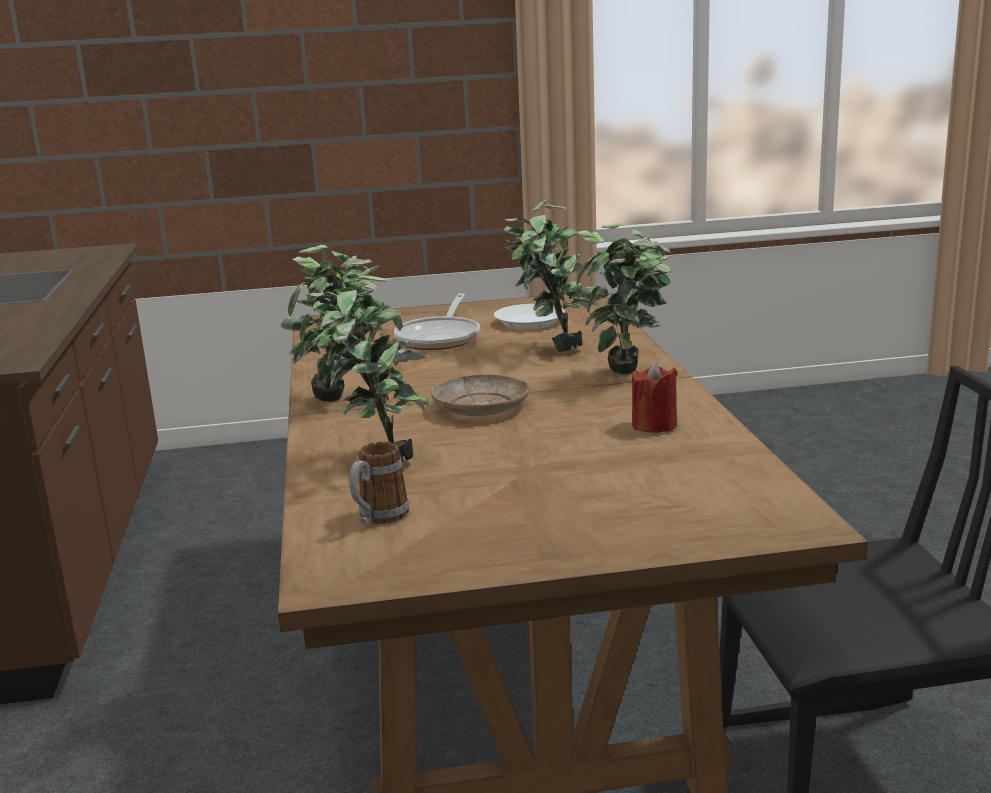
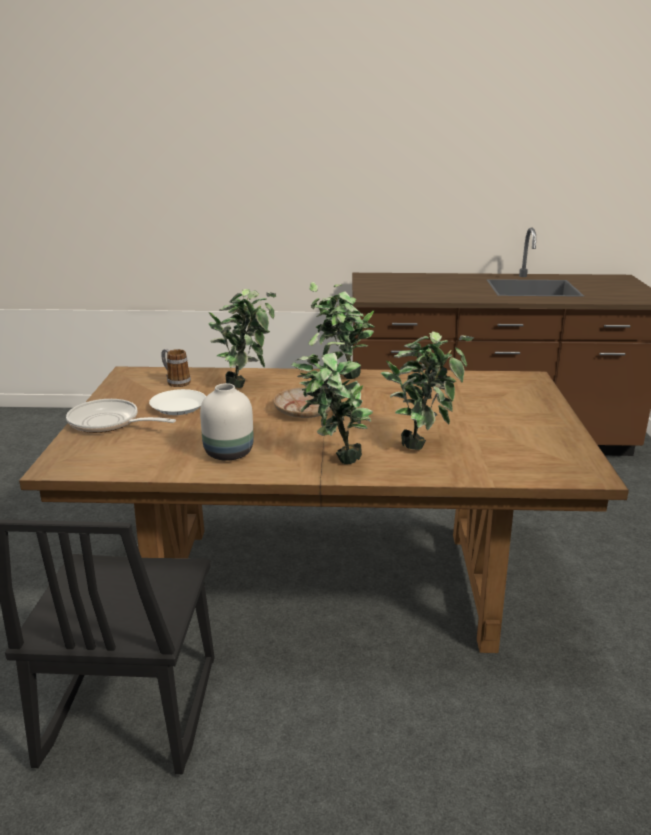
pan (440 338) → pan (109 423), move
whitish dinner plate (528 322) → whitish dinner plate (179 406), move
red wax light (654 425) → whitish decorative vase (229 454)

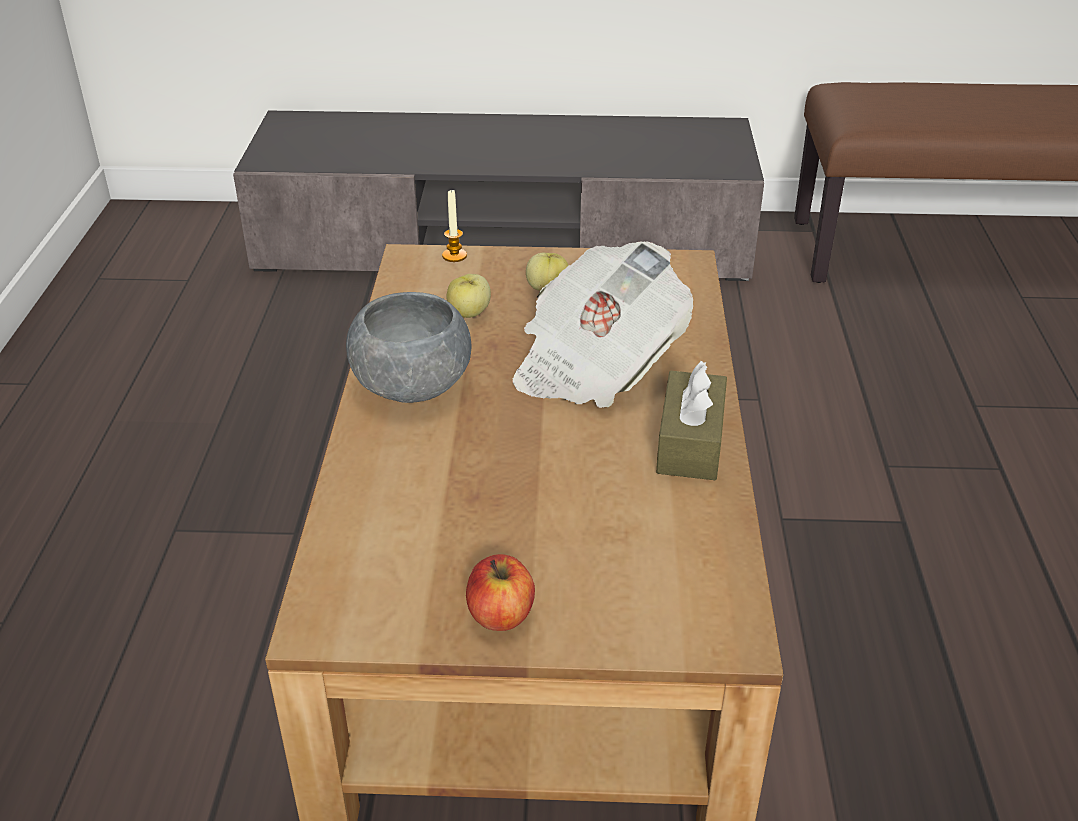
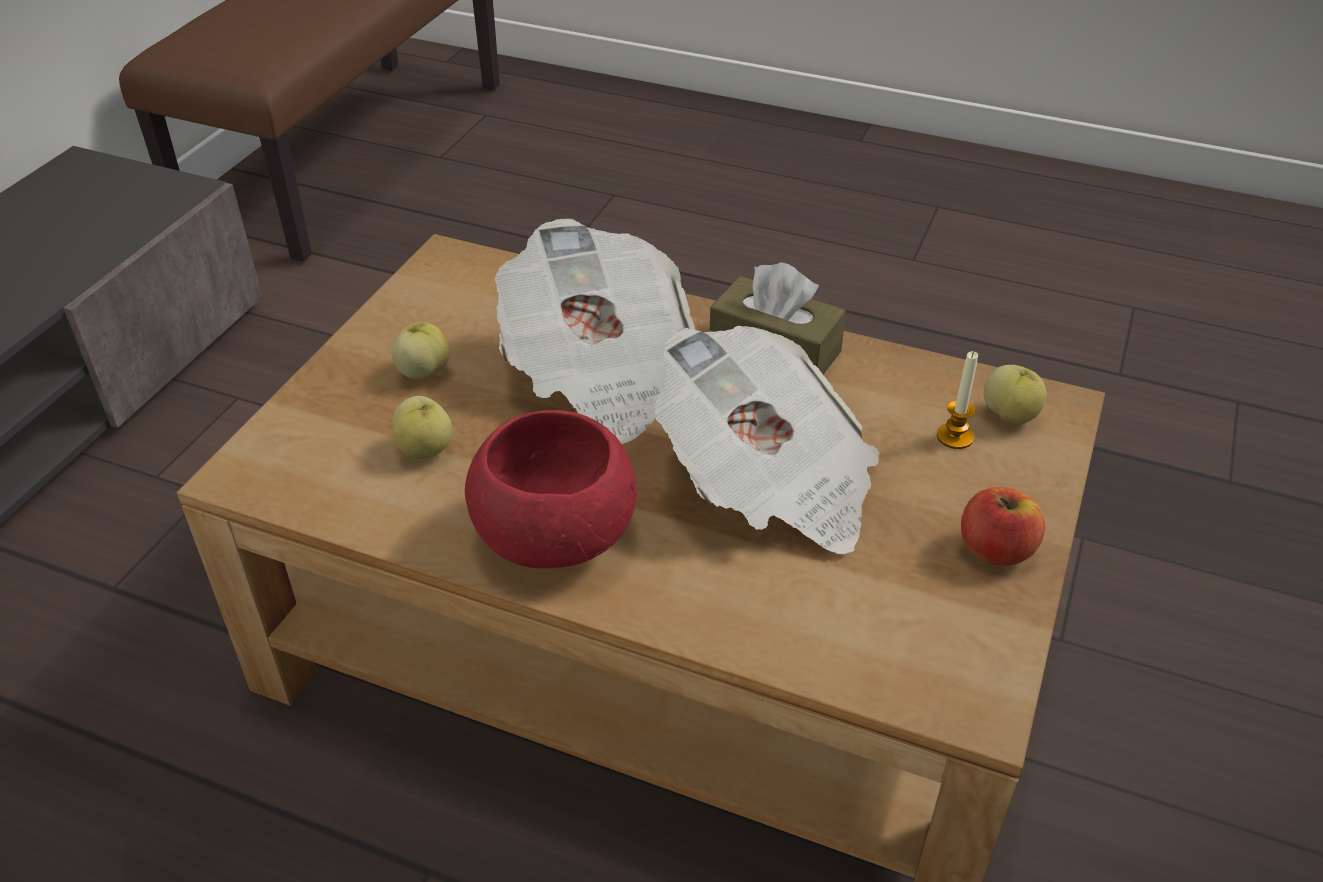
- → printed paper (769 483)
- → apple (1010 415)
wax light (454 256) → wax light (955 437), move
grey serving bowl (413 386) → red serving bowl (555 534)

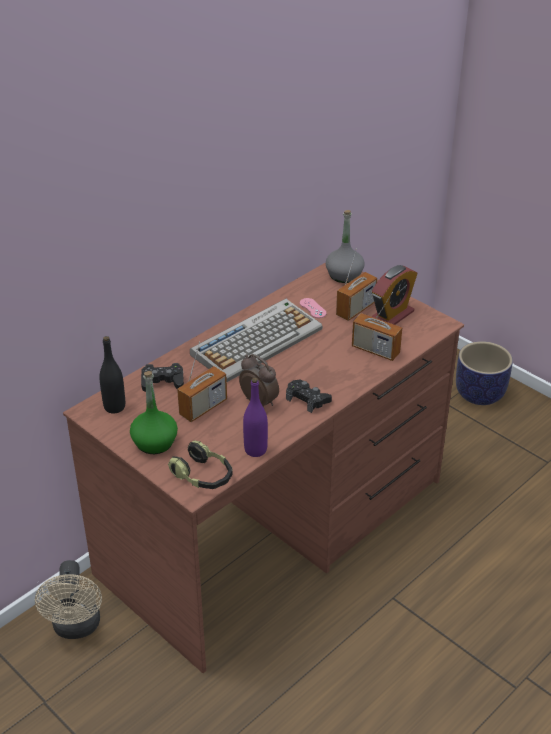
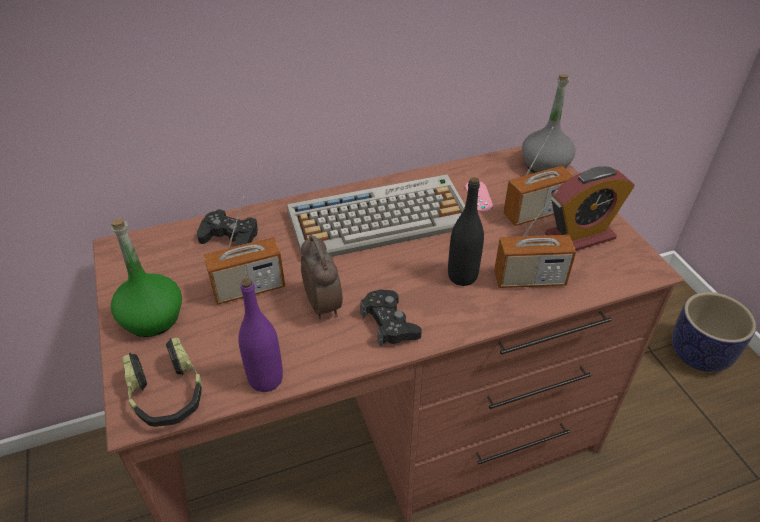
beige electric fan (76 628) → -
black-coloured beverage bottle (114 407) → black-coloured beverage bottle (462 276), move
radio receiver (375 350) → radio receiver (529 279), 60 degrees counterclockwise

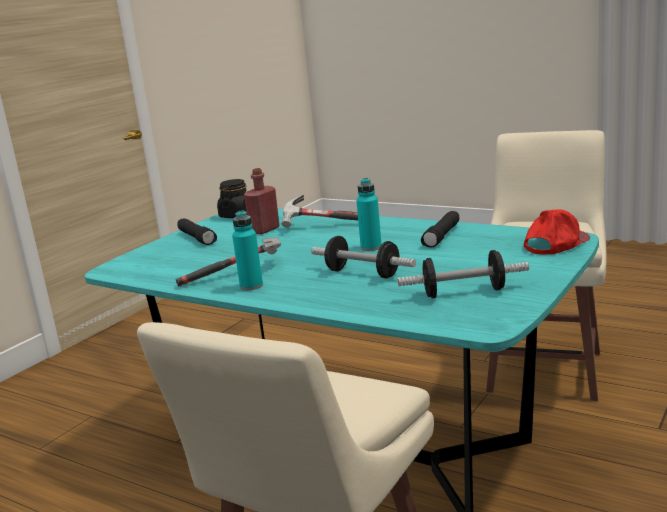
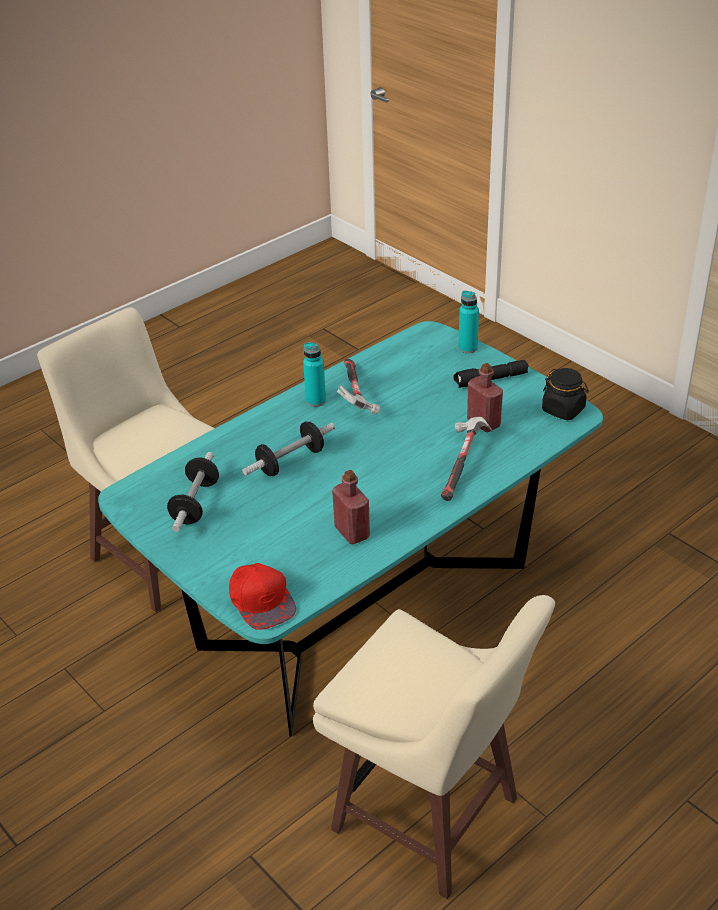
blue-green beverage bottle (371 247) → blue-green beverage bottle (467 348), move
black-coloured flashlight (442 236) → red beverage bottle (352 532)

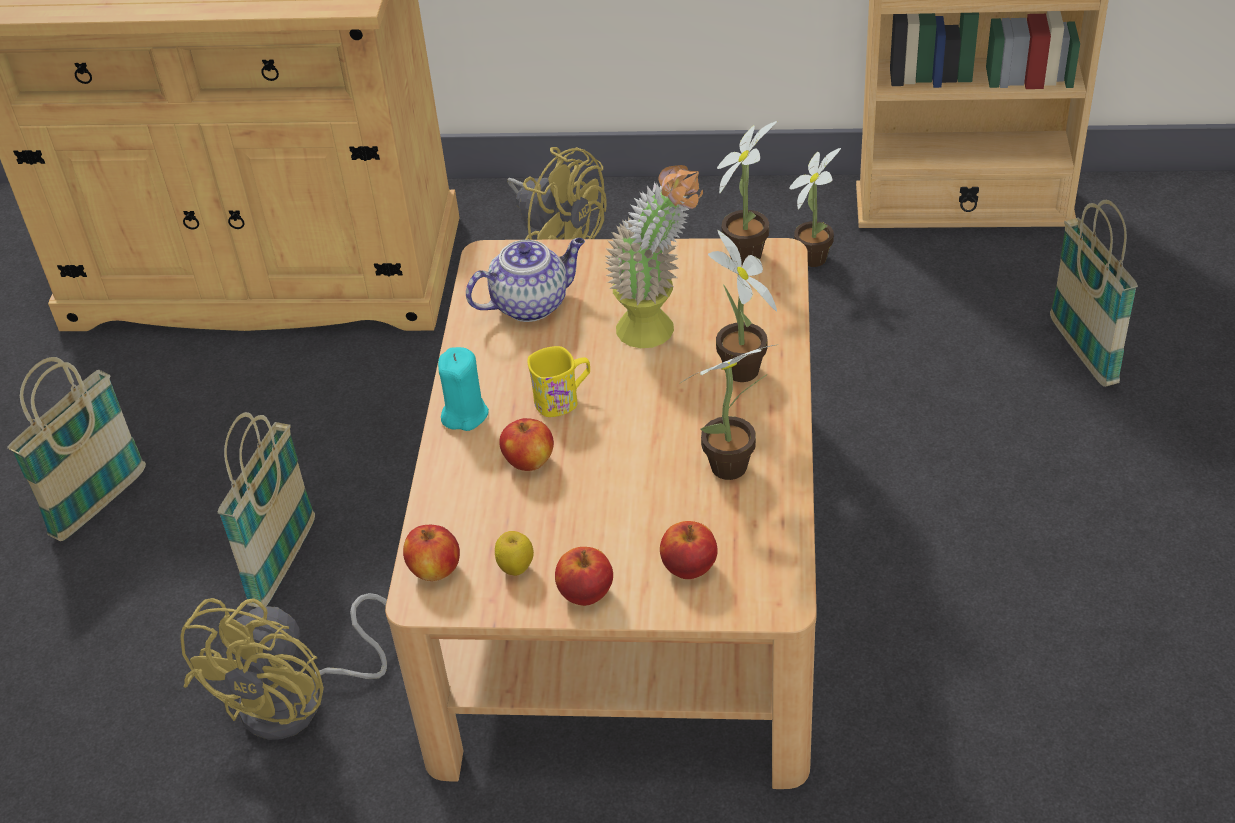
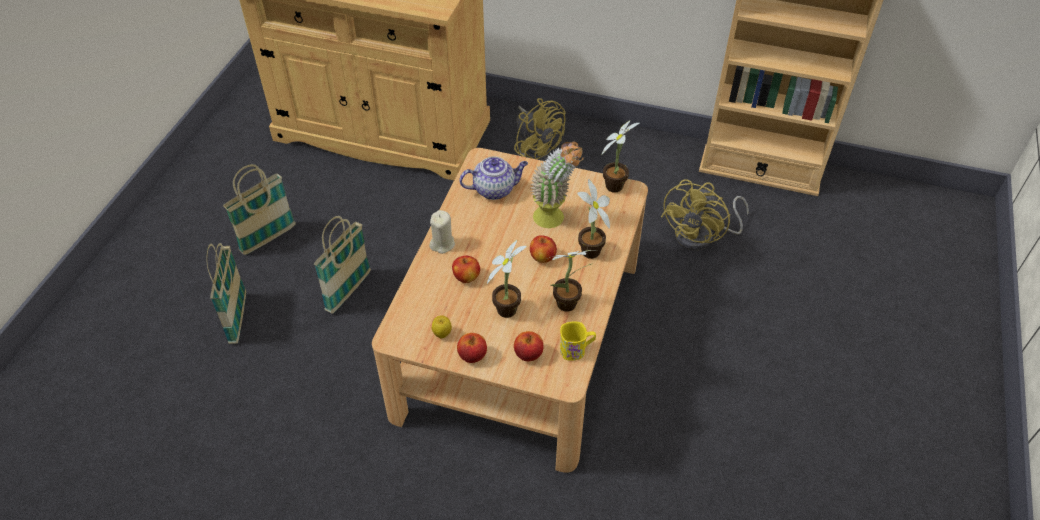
yellowish electric fan (300 701) → yellowish electric fan (702 236), move
apple (435 570) → apple (542 257), move
yellowish tea mug (563 399) → yellowish tea mug (577 350), move
houseplant (814 255) → houseplant (508 307), move
household basket (1082 352) → household basket (238 318), move
blue-green wax light (464 414) → beige wax light (442 244)

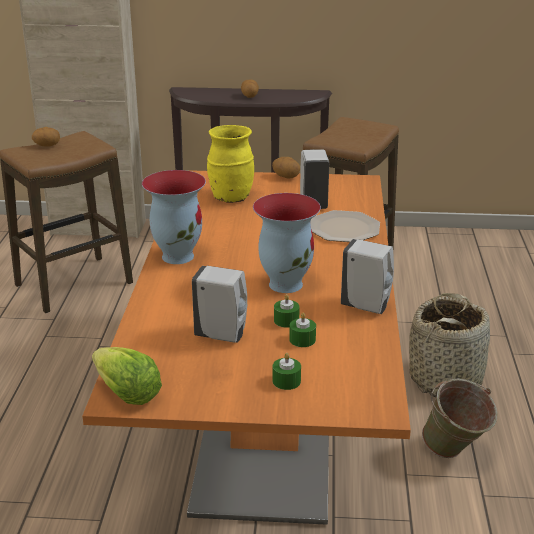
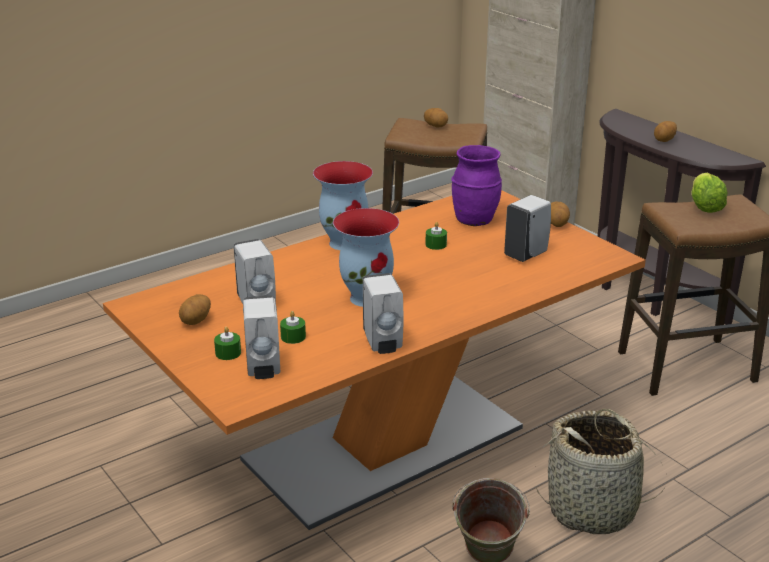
dinner plate (344 228) → -
- → spud (196 321)
- → whitish liquid soap bottle (263 368)
lettuce (127 394) → lettuce (705 207), move
greenish wax light (286 320) → greenish wax light (436 244), move
yellowish decorative vase (230 198) → purple decorative vase (474 220)

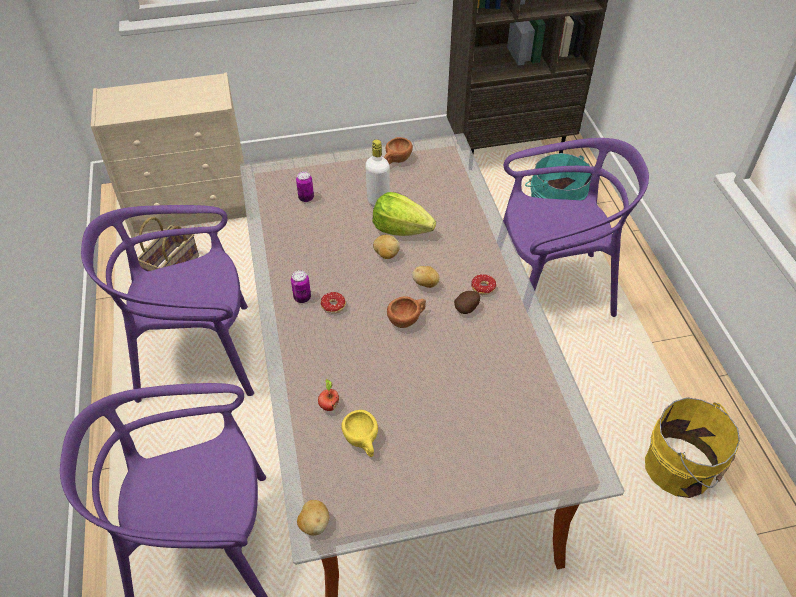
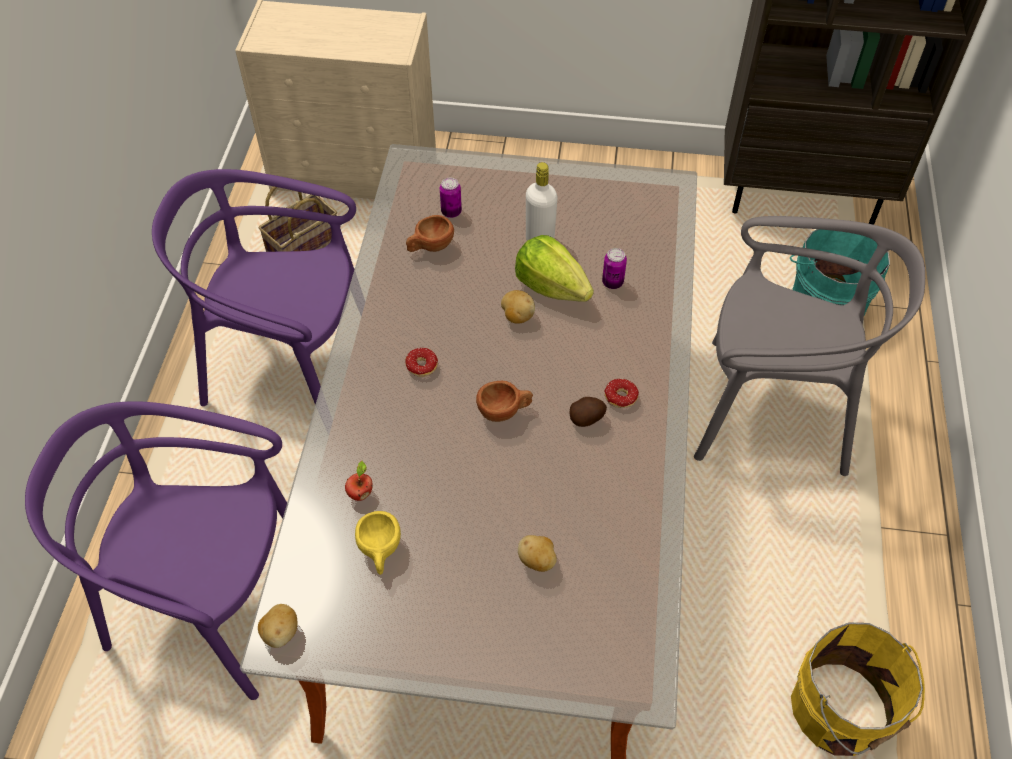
sealed can (302 298) → sealed can (612 282), move
brown-coloured cup (396 161) → brown-coloured cup (430 247), move
spud (425 284) → spud (537 560), move
purple plain chair (551 289) → grey plain chair (772 411)

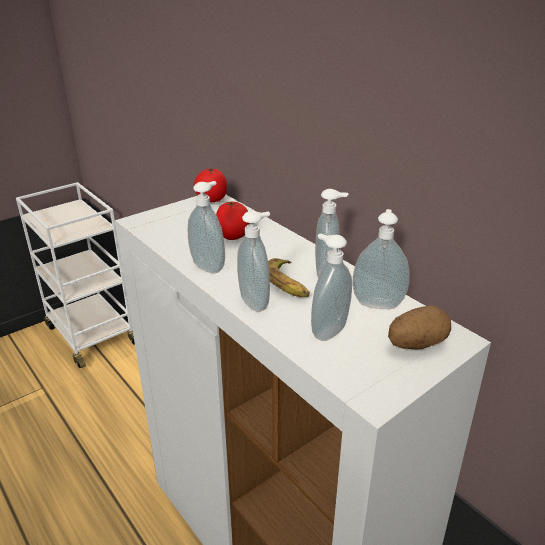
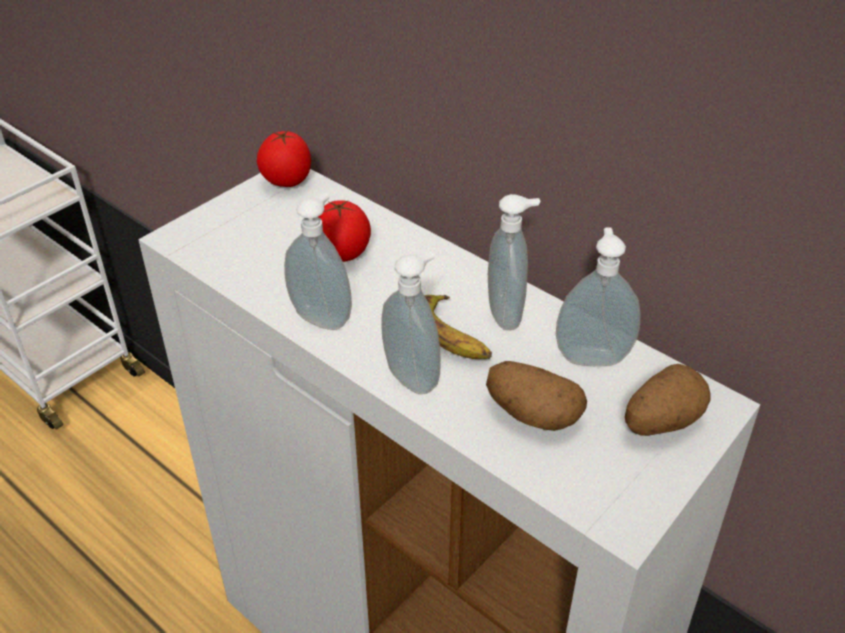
liquid soap bottle (327 330) → spud (531 414)

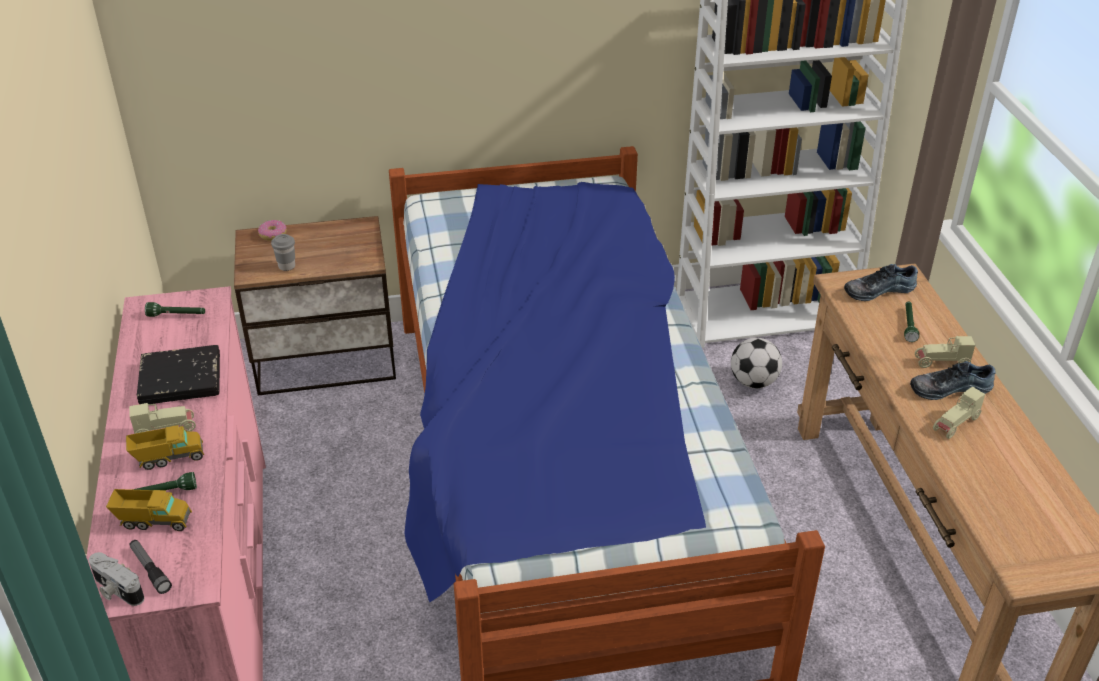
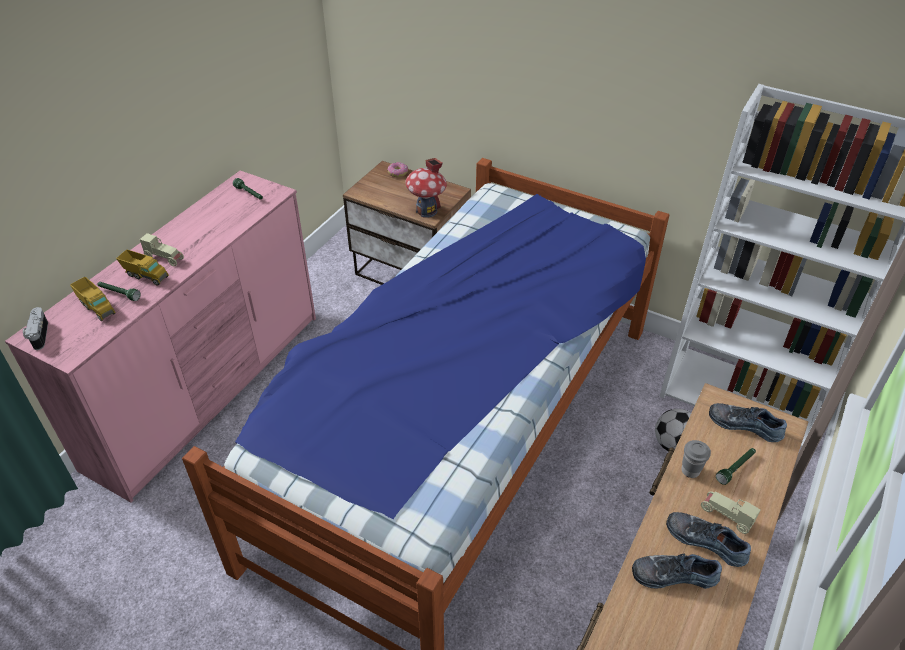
flashlight (150 570) → -
black-coloured book (180 380) → -
- → miniature house (426 211)
grey cup (287 266) → grey cup (690 471), move
beige toy car (956 424) → low shoe (674 574)

